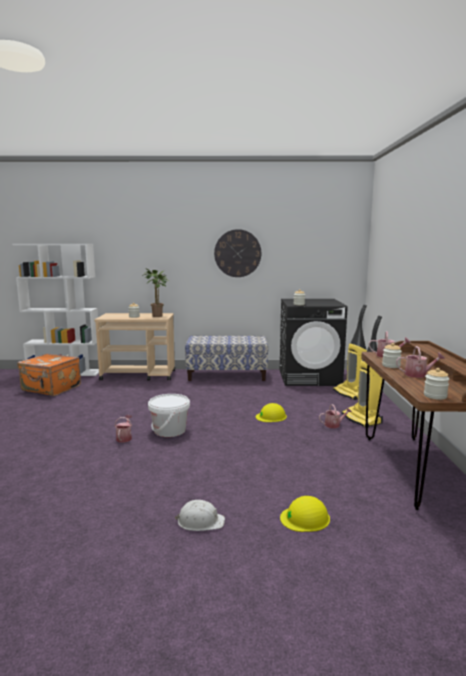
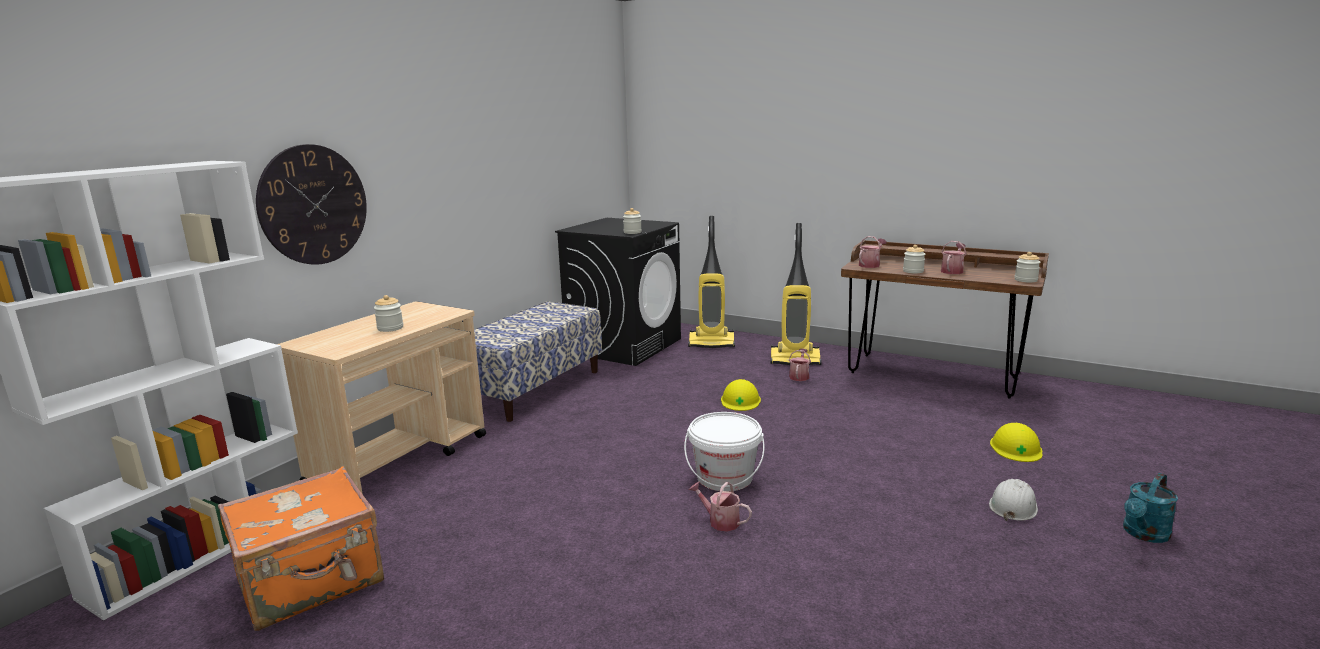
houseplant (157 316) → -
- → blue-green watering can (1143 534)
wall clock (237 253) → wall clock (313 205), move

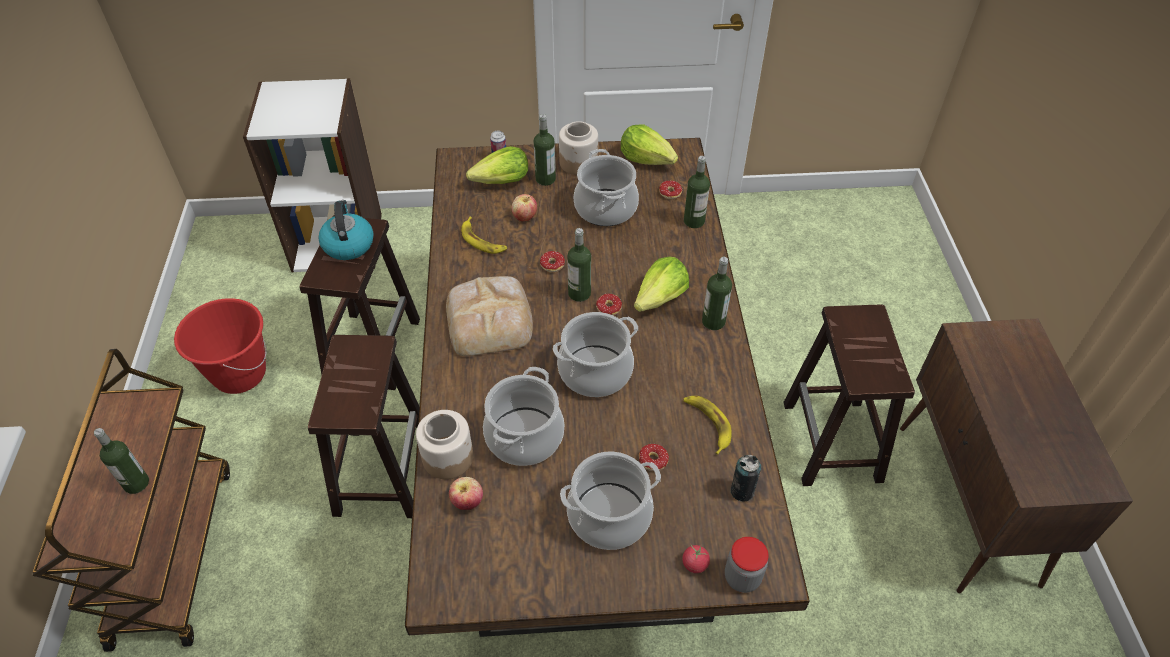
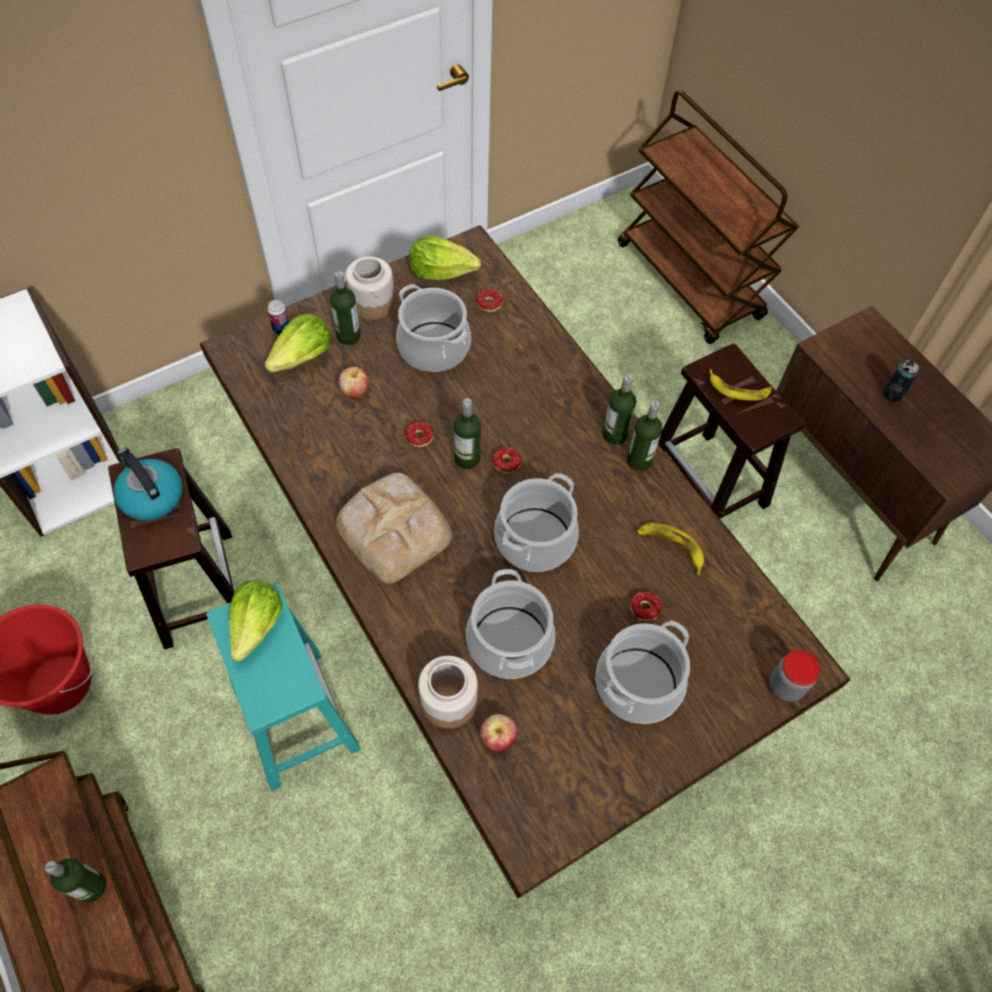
tomato (695 564) → -
- → brown-coloured wheeled cart (690 282)
banana fruit (482 240) → banana fruit (738 389), move
lettuce (660 298) → lettuce (257 626), move
beverage bottle (694 221) → beverage bottle (639 460), move
sealed can (742 491) → sealed can (892 394), move
brown-coloured stool seat (383 470) → blue-green stool seat (294 716)

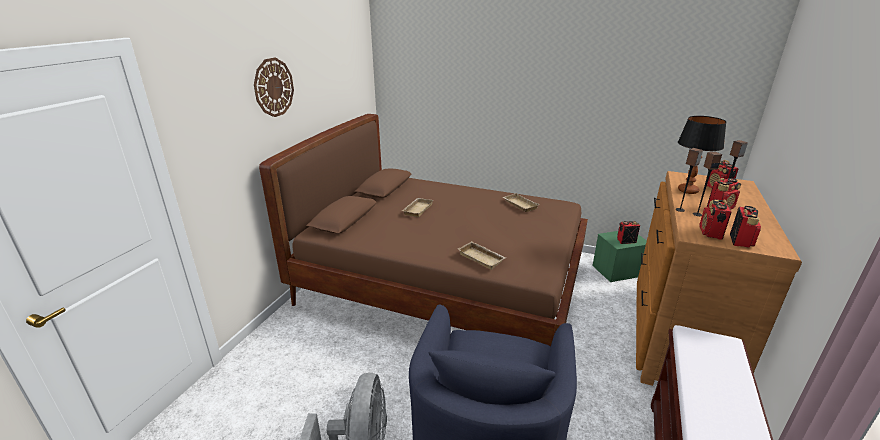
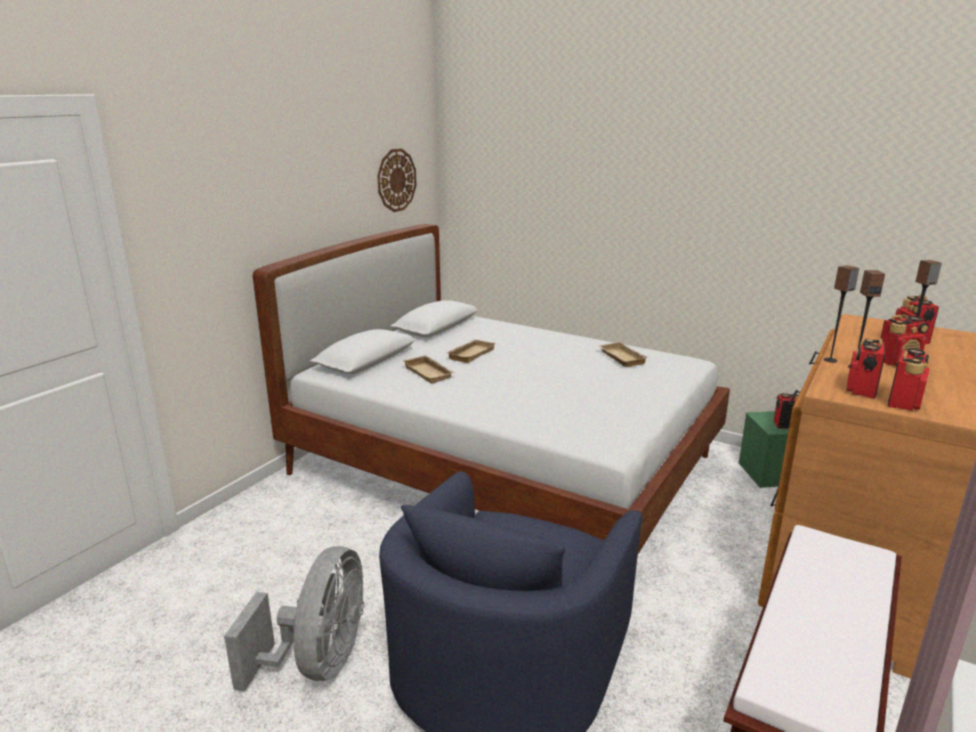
table lamp (687 190) → -
wall clock (273 87) → wall clock (396 180), move
beige serving tray (482 258) → beige serving tray (430 373), move
brown-coloured sleeping bed (444 283) → whitish sleeping bed (504 466)

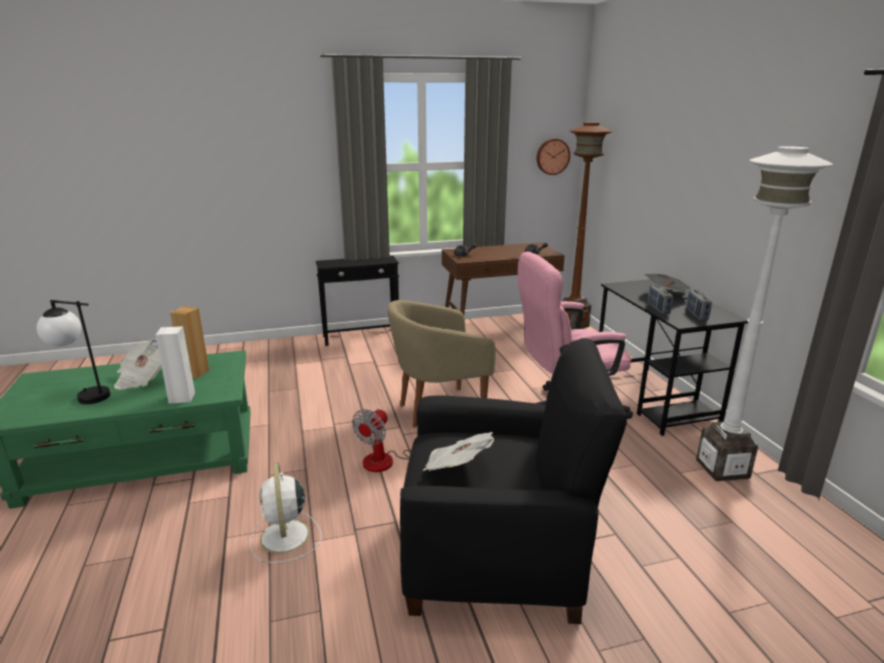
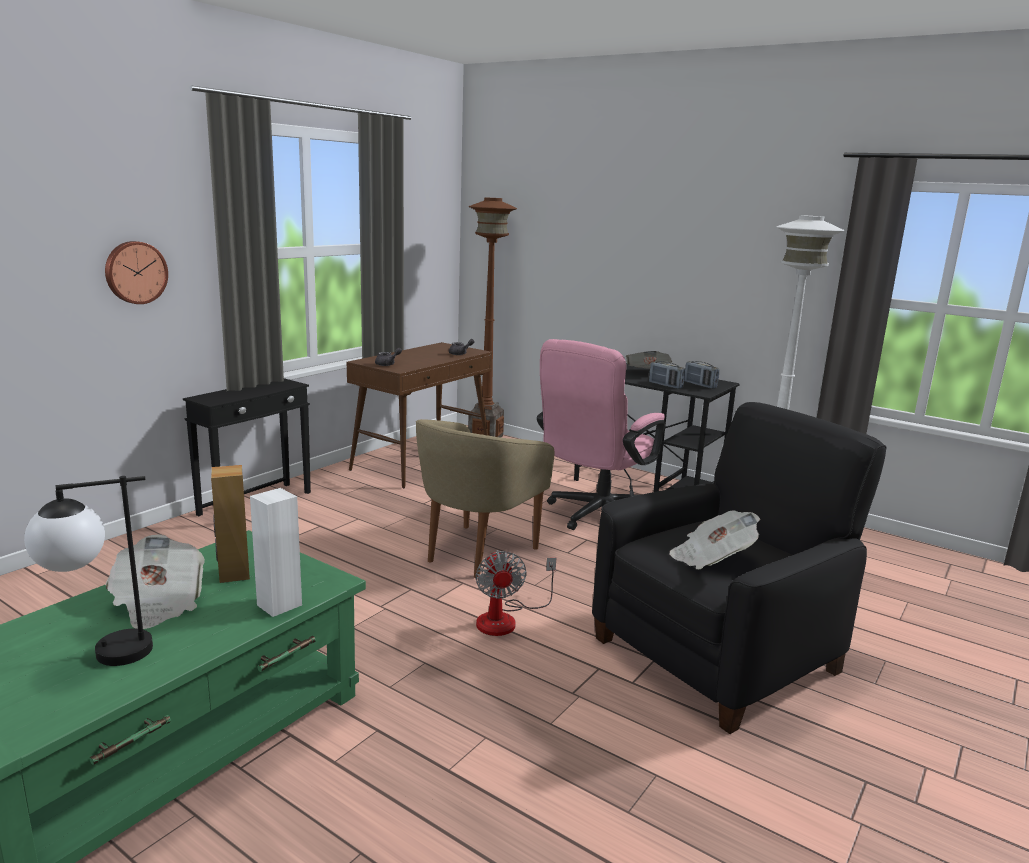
whitish electric fan (285 538) → -
wall clock (552 156) → wall clock (135 272), move

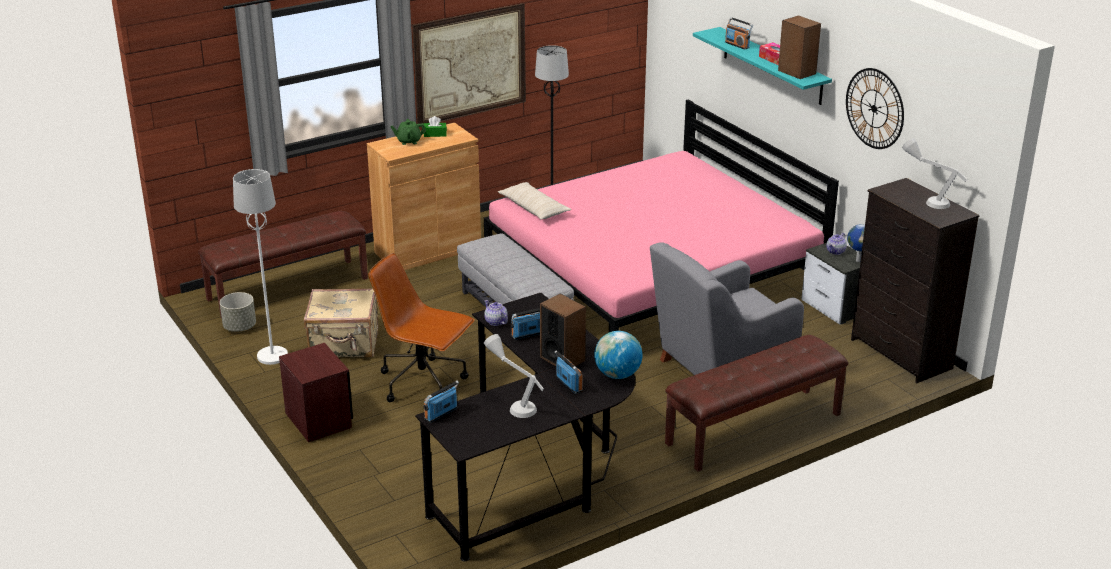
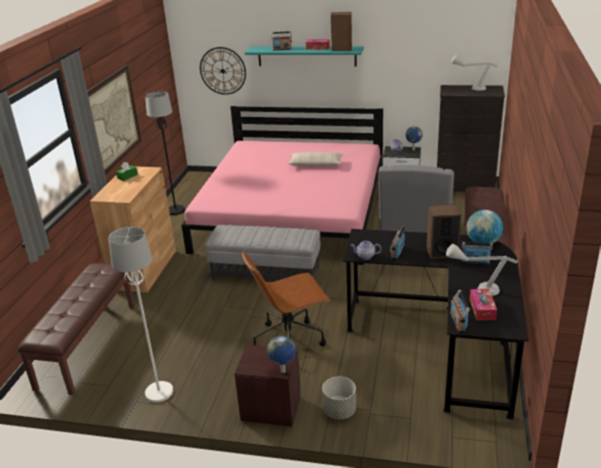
beige suitcase (344 344) → -
greenish pot for tea (408 141) → -
- → globe (283 371)
- → tissue holder (482 309)
grey planter (240 327) → grey planter (339 411), move
beige cushion (534 208) → beige cushion (315 164), move
wall clock (874 108) → wall clock (222 71), move

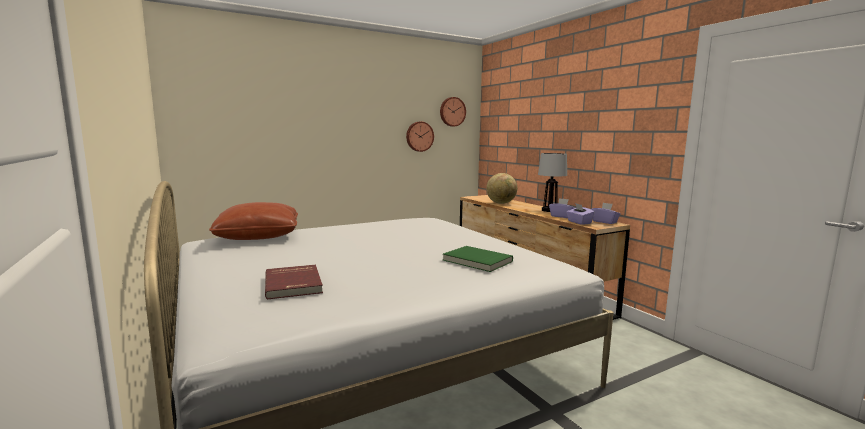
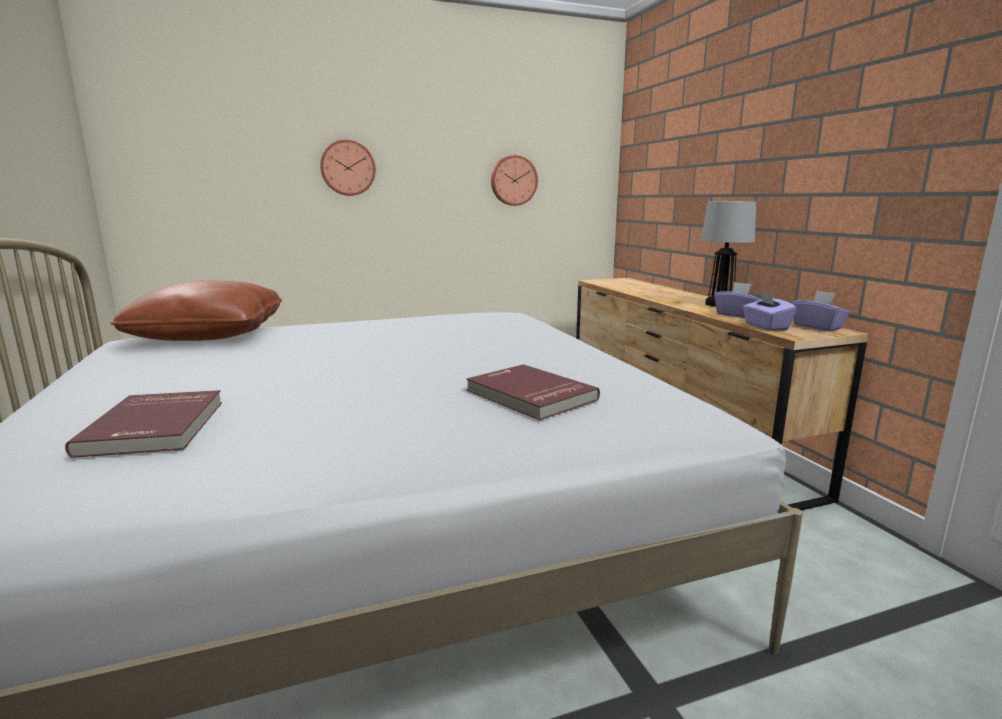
globe (501 203) → -
wall clock (452 111) → wall clock (347 168), move
greenish book (476 261) → red book (529 395)

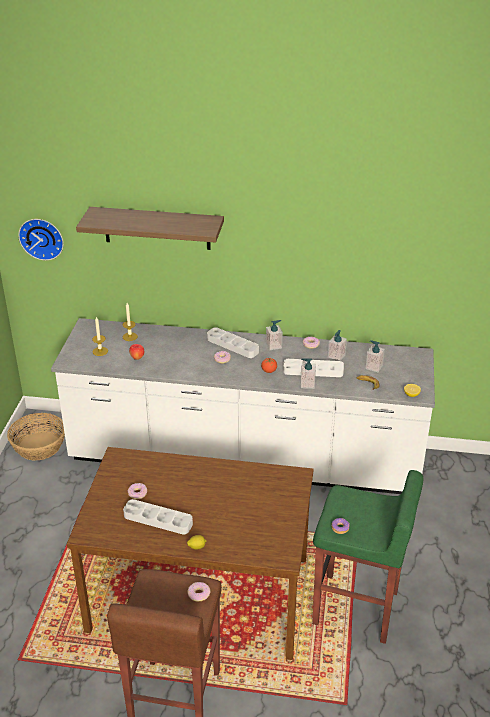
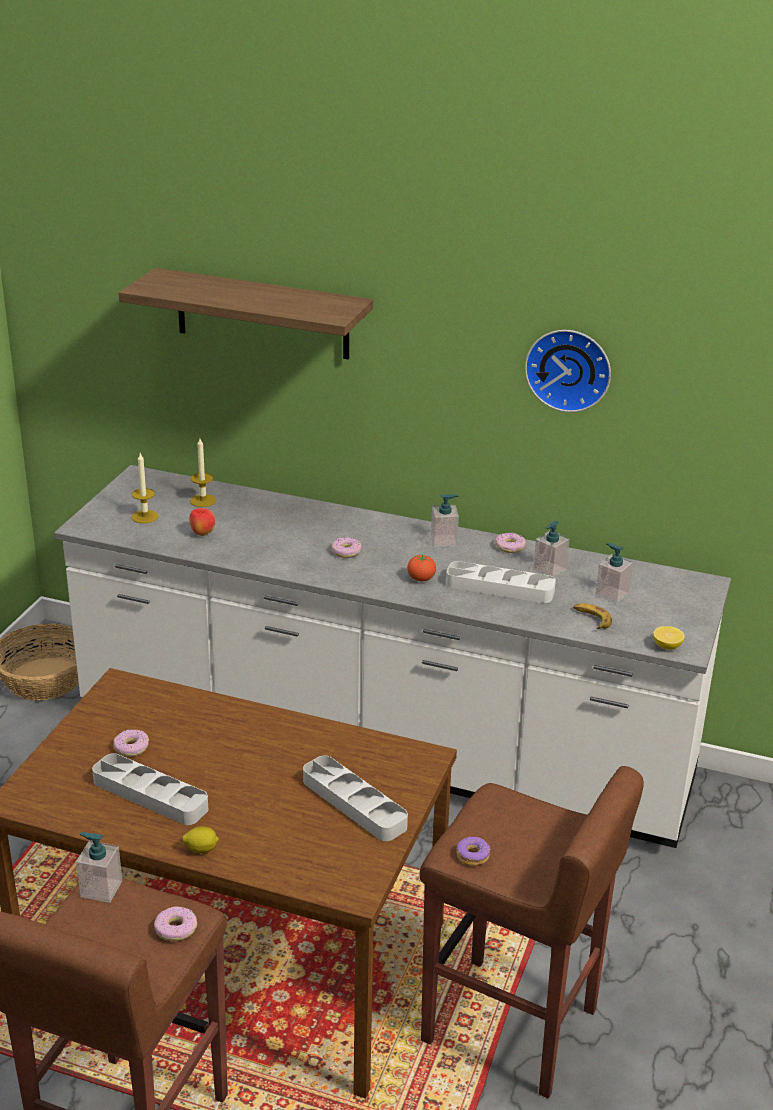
wall clock (42 237) → wall clock (569 368), move
grey serving tray (232 345) → grey serving tray (354 803), move
liquid soap bottle (307 384) → liquid soap bottle (101 889), move
greenish stool seat (357 609) → brown-coloured stool seat (511 1028)

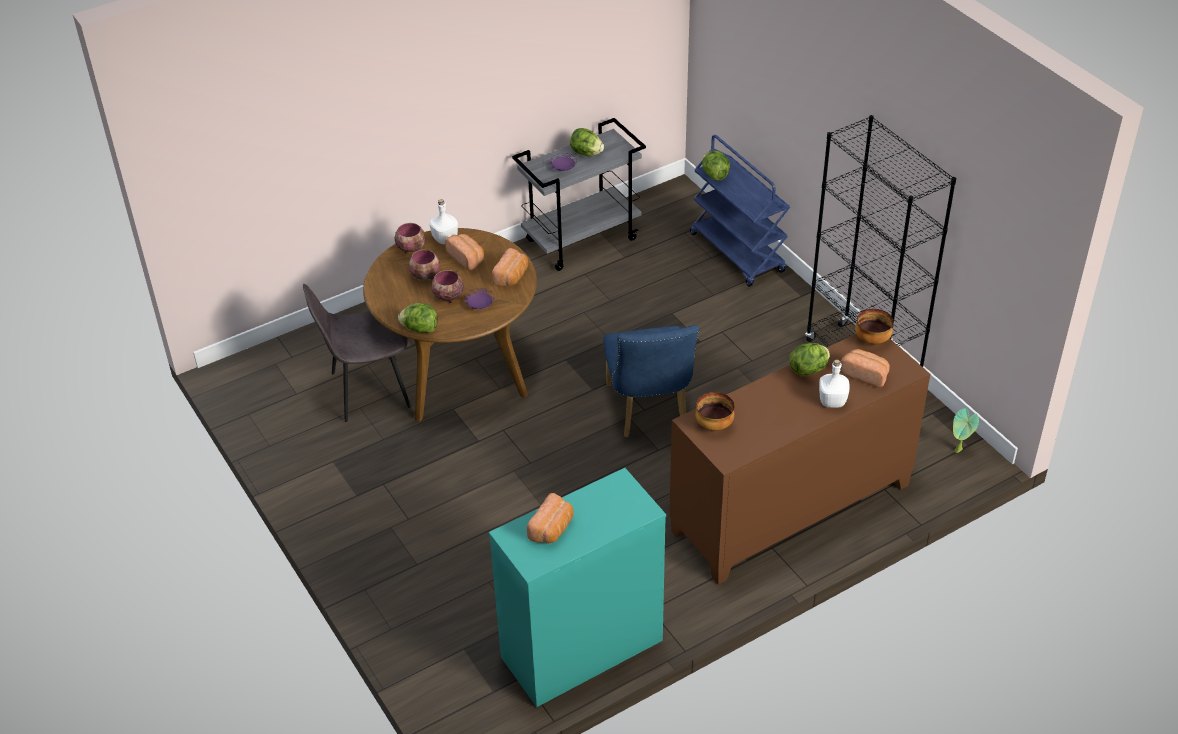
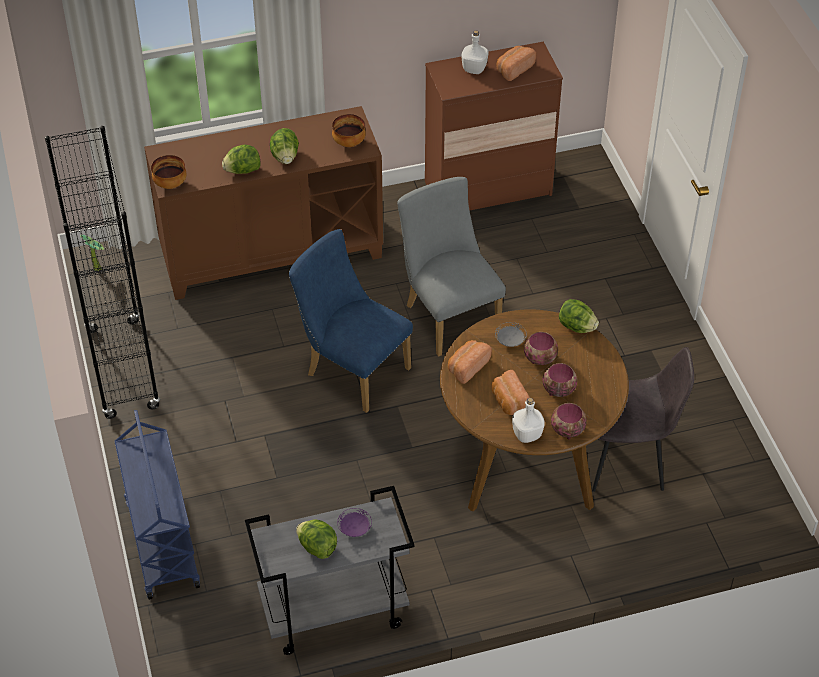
bakery bread (865 374) → -
- → grey plain chair (448 314)
lettuce (714 175) → lettuce (285 157), move
whitish beverage bottle (832 401) → whitish beverage bottle (474 69), move
purple dinner plate (479 305) → grey dinner plate (510 340)
blue-green drawer chest (582 649) → brown-coloured drawer chest (488 189)
blue-coloured plain chair (649 412) → blue-coloured plain chair (352 369), 60 degrees counterclockwise

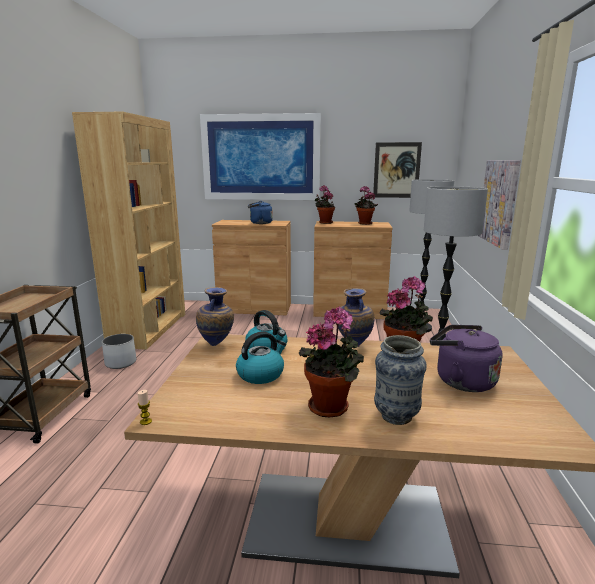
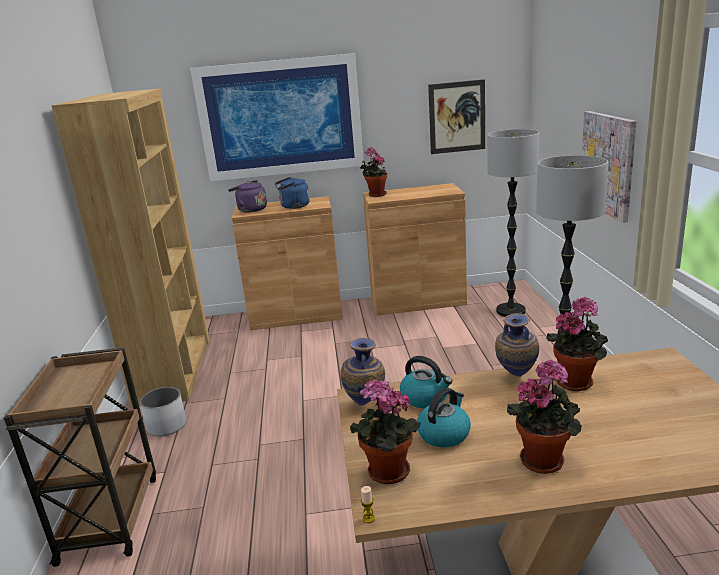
decorative vase (396 417) → -
houseplant (364 224) → houseplant (386 474), move
purple tea kettle (461 381) → purple tea kettle (250 210), move

